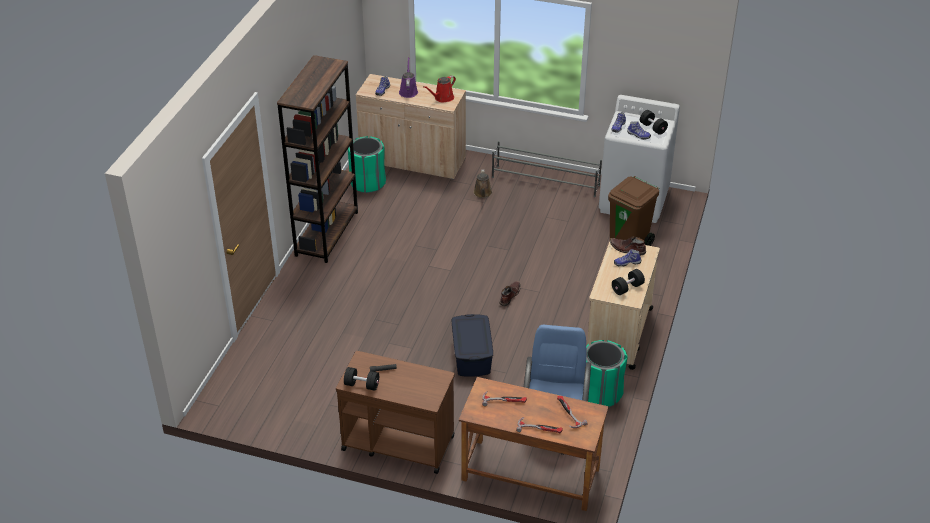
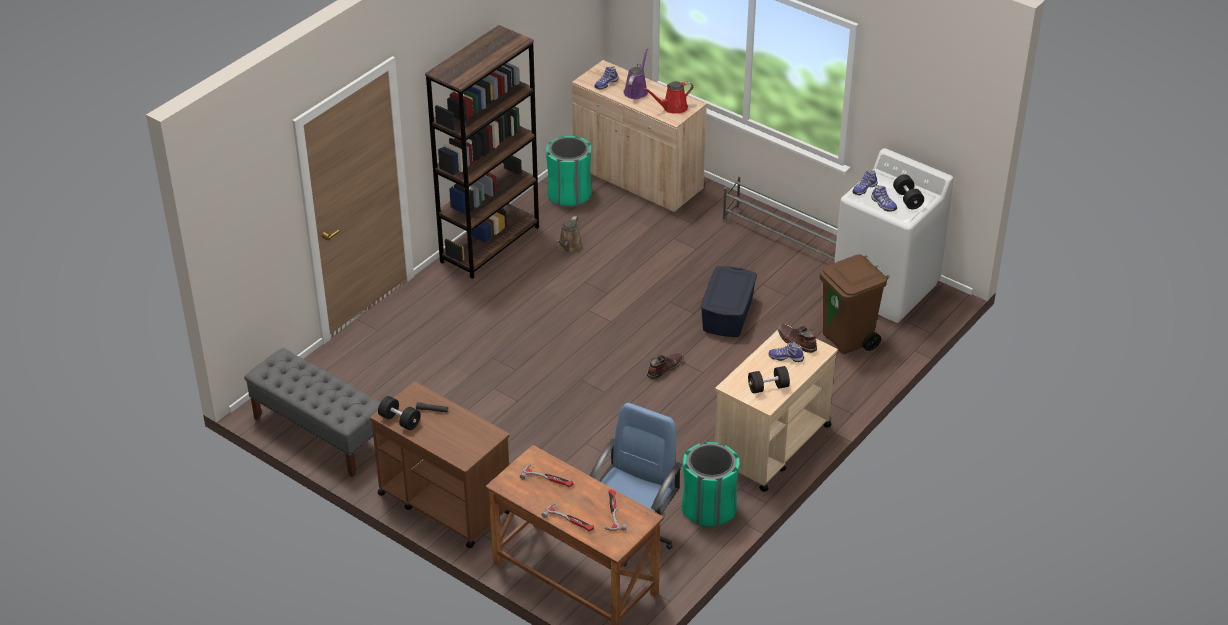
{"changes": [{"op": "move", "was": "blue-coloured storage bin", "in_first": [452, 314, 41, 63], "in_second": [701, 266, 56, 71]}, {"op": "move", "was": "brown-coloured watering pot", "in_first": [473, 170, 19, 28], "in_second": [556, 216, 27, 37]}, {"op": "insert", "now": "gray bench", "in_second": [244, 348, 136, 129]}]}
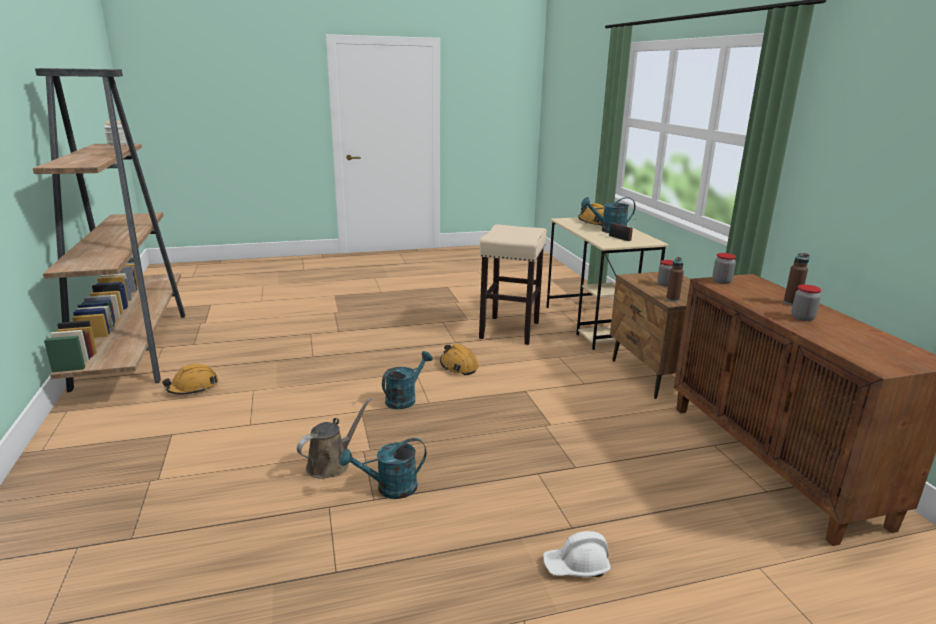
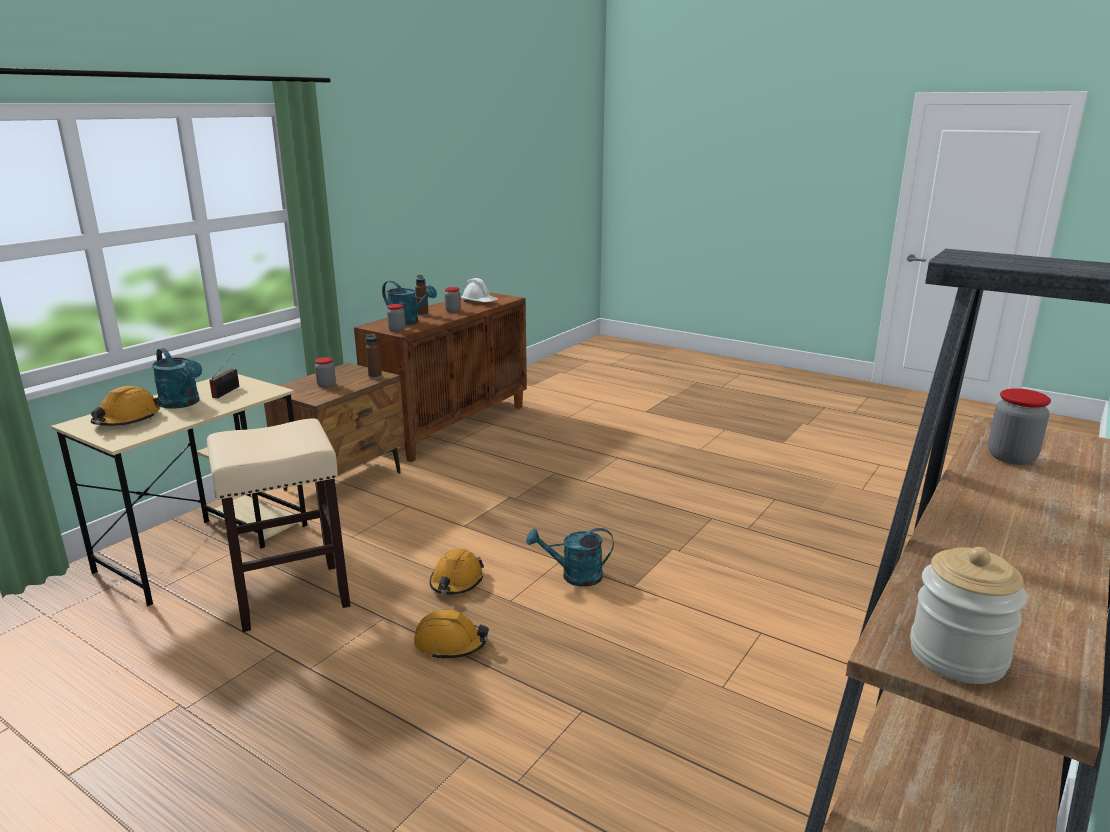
{"changes": [{"op": "move", "was": "orangey work helmet", "in_first": [162, 364, 56, 31], "in_second": [414, 610, 75, 50]}, {"op": "delete", "was": "brown-coloured watering pot", "in_first": [297, 398, 75, 81]}, {"op": "move", "was": "blue-green watering pot", "in_first": [339, 438, 87, 61], "in_second": [382, 281, 55, 44]}, {"op": "move", "was": "whitish work helmet", "in_first": [543, 531, 68, 46], "in_second": [461, 278, 37, 24]}, {"op": "insert", "now": "jar", "in_second": [988, 388, 63, 77]}]}
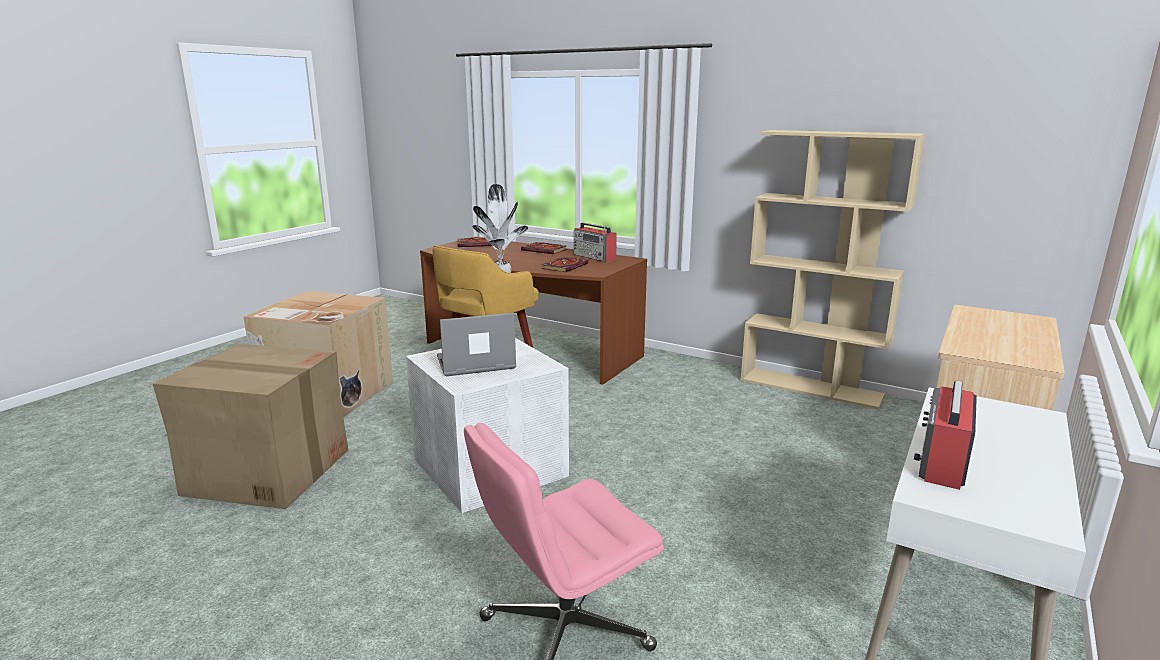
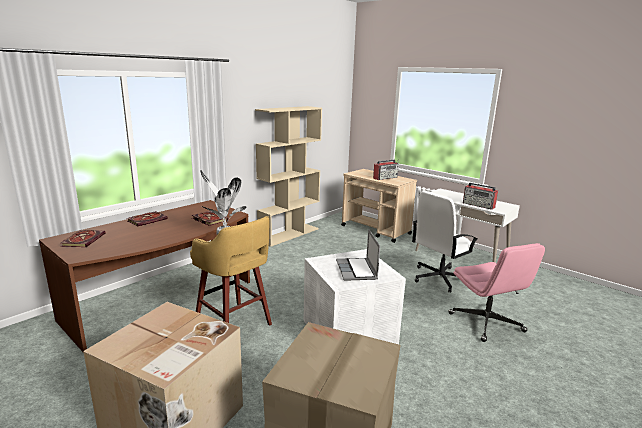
{"changes": [{"op": "move", "was": "radio", "in_first": [574, 223, 43, 39], "in_second": [373, 159, 26, 21]}, {"op": "insert", "now": "whitish computer chair", "in_second": [412, 191, 66, 102]}]}
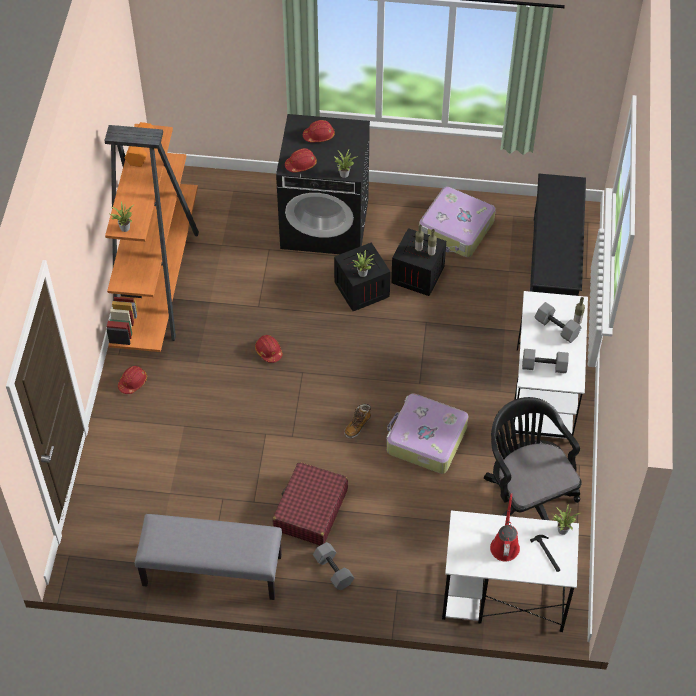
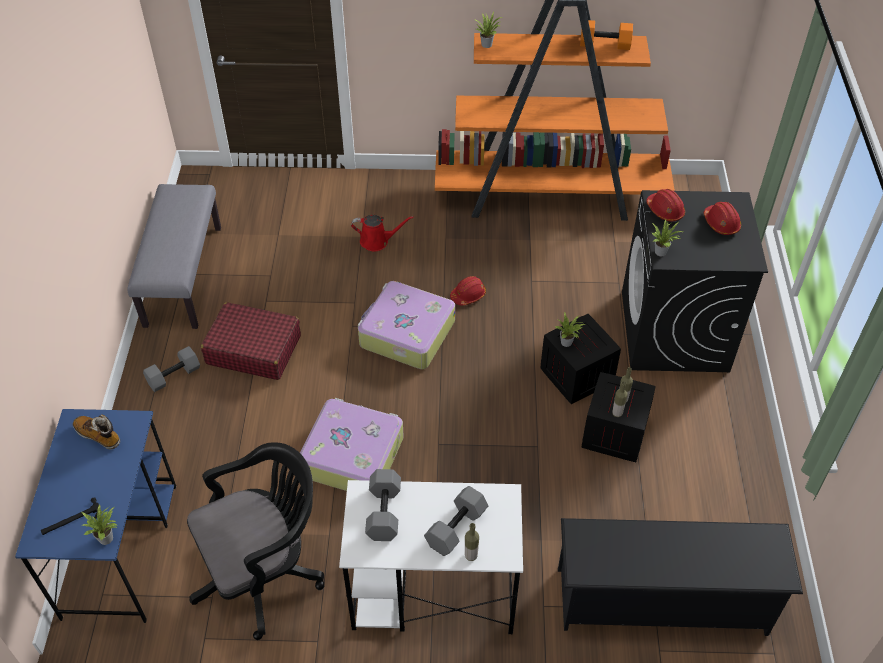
{"changes": [{"op": "delete", "was": "red-coloured work helmet", "in_first": [118, 366, 29, 28]}, {"op": "move", "was": "high-top boot", "in_first": [344, 404, 27, 34], "in_second": [73, 415, 47, 34]}, {"op": "move", "was": "piece of luggage", "in_first": [419, 187, 77, 70], "in_second": [358, 281, 97, 88]}, {"op": "recolor", "was": "whitish desk table", "now": "blue-coloured desk table", "in_first": [442, 510, 137, 122], "in_second": [15, 409, 161, 214]}, {"op": "move", "was": "red-coloured watering pot", "in_first": [490, 493, 30, 69], "in_second": [351, 215, 63, 36]}]}
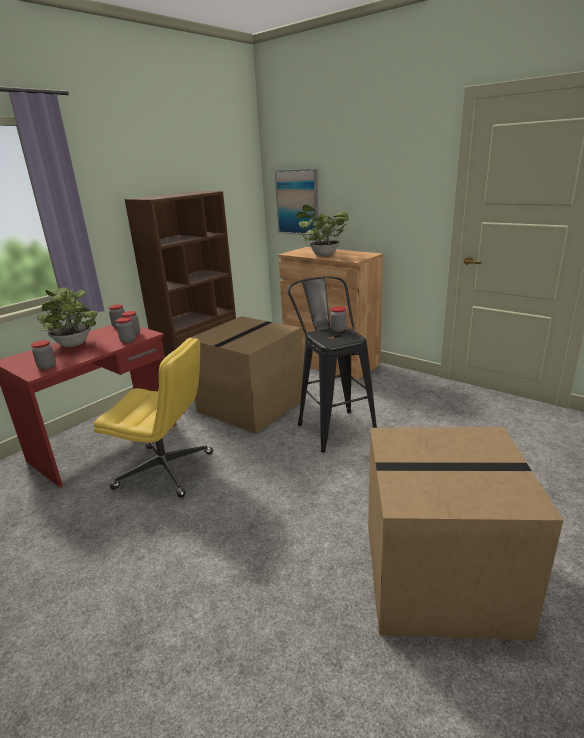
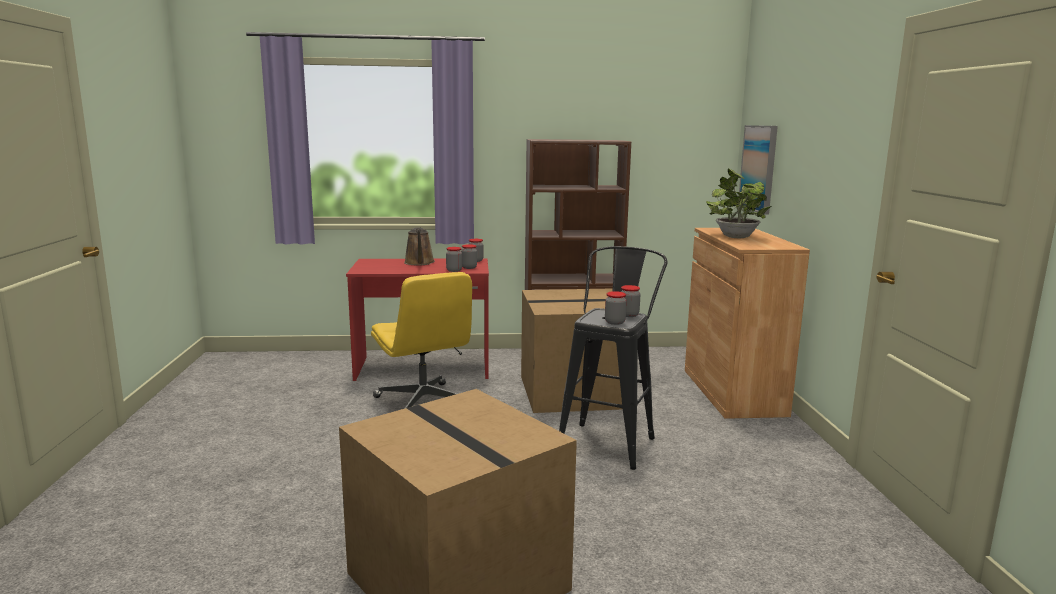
{"changes": [{"op": "move", "was": "jar", "in_first": [31, 340, 25, 30], "in_second": [605, 291, 22, 34]}, {"op": "replace", "was": "plant in a pot", "now": "brown-coloured watering pot", "in_first": [37, 288, 61, 59], "in_second": [404, 228, 31, 37]}]}
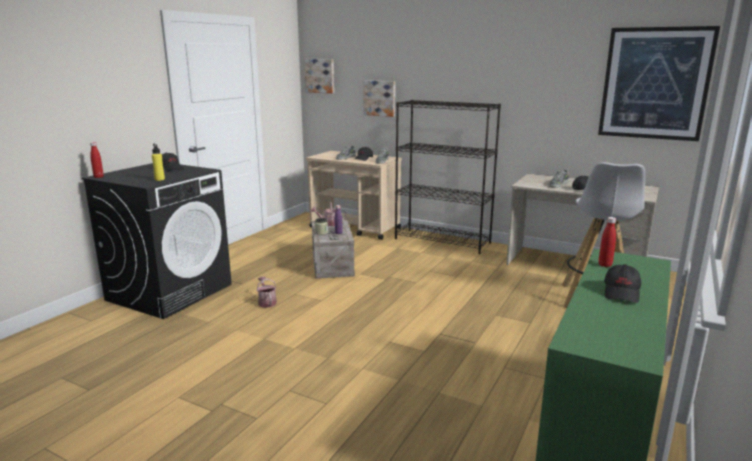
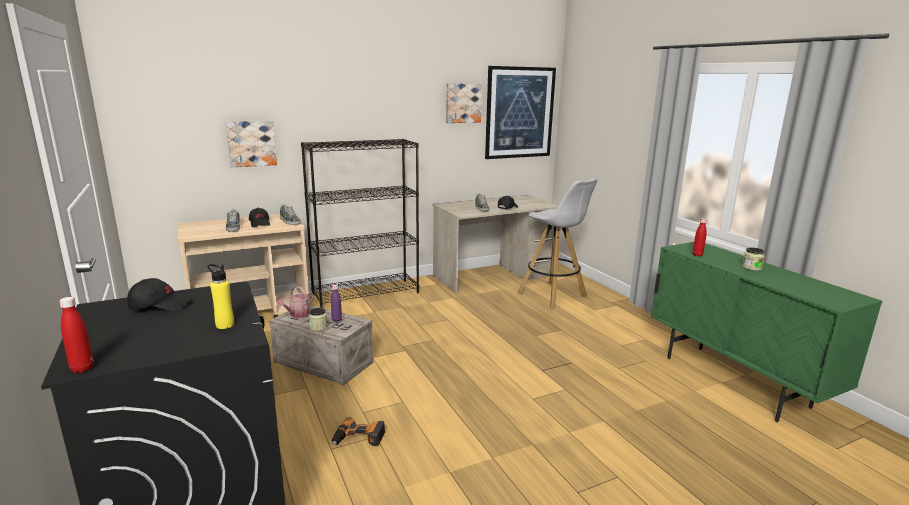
{"changes": [{"op": "replace", "was": "watering pot", "now": "electric drill", "in_first": [257, 277, 20, 31], "in_second": [332, 417, 53, 29]}, {"op": "move", "was": "picture", "in_first": [304, 59, 30, 34], "in_second": [446, 83, 36, 40]}, {"op": "replace", "was": "black-coloured peaked cap", "now": "jar", "in_first": [604, 264, 37, 39], "in_second": [742, 247, 23, 24]}]}
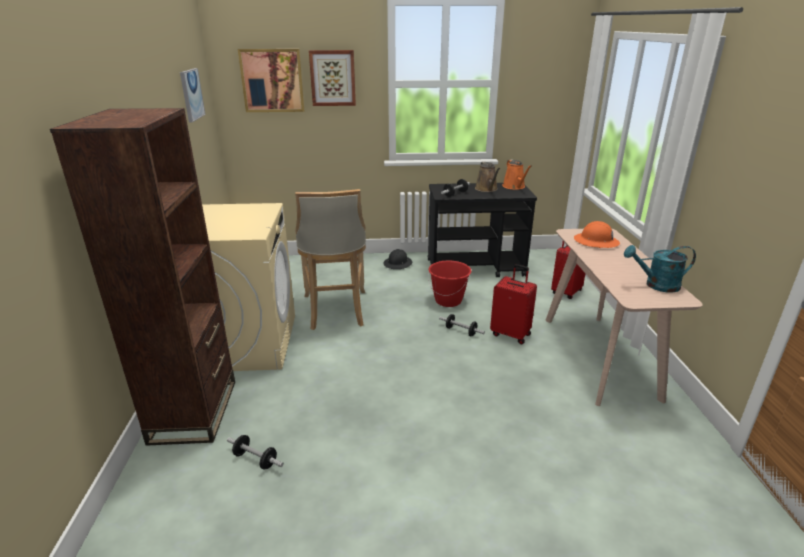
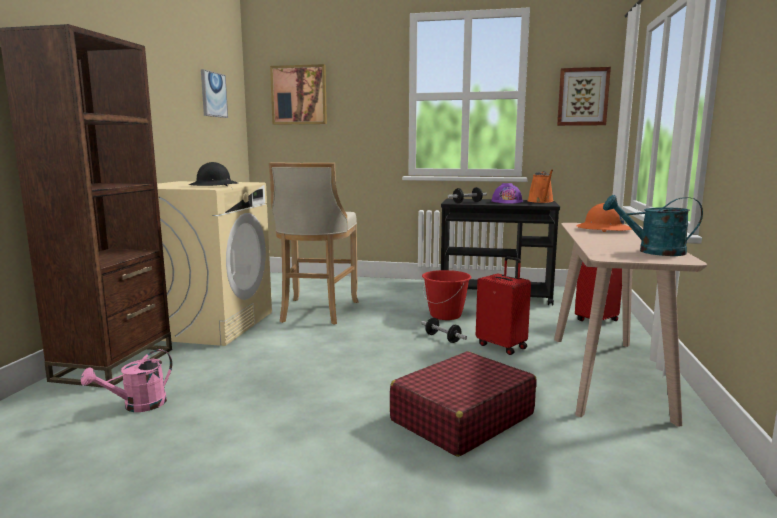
{"changes": [{"op": "replace", "was": "hand weight", "now": "pinkish watering pot", "in_first": [227, 435, 57, 34], "in_second": [81, 349, 91, 63]}, {"op": "move", "was": "picture", "in_first": [309, 50, 47, 56], "in_second": [557, 67, 54, 59]}, {"op": "move", "was": "black-coloured work helmet", "in_first": [383, 249, 29, 20], "in_second": [189, 162, 49, 24]}, {"op": "replace", "was": "brown-coloured watering pot", "now": "purplish work helmet", "in_first": [475, 162, 25, 30], "in_second": [491, 183, 32, 21]}, {"op": "insert", "now": "red-coloured piece of luggage", "in_second": [390, 351, 147, 106]}]}
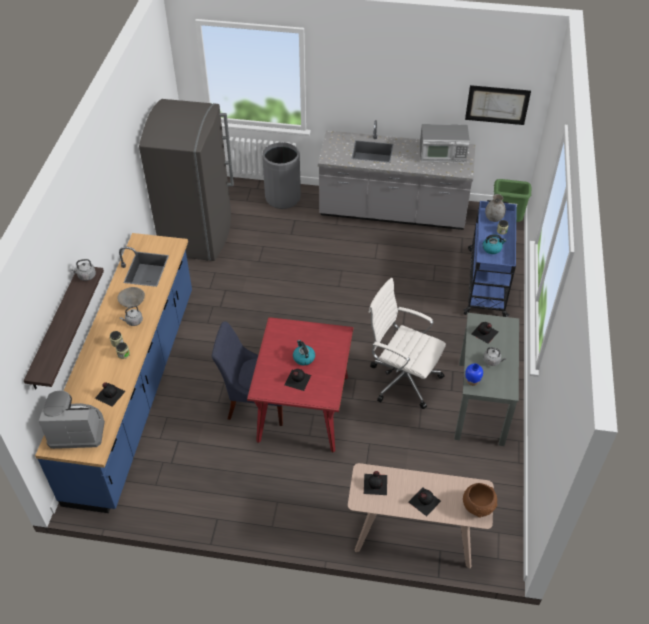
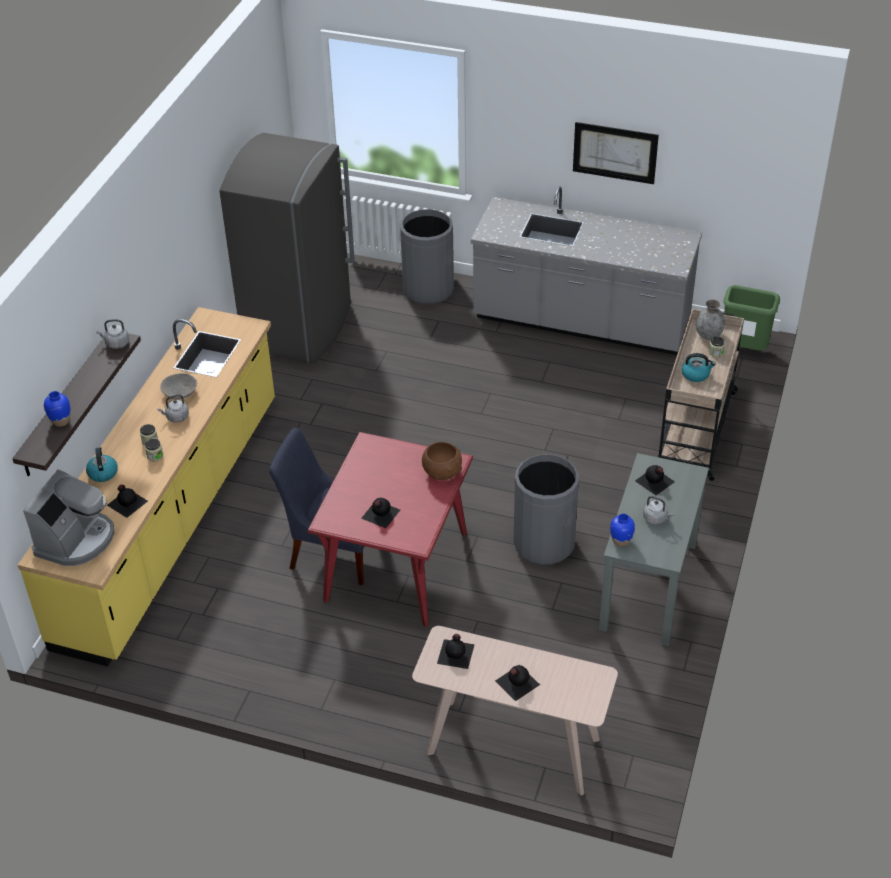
{"changes": [{"op": "recolor", "was": "blue-coloured kitchen base unit", "now": "yellowish kitchen base unit", "in_first": [35, 233, 157, 280], "in_second": [18, 307, 257, 360]}, {"op": "rotate", "was": "coffee brewer", "in_first": [39, 390, 66, 59], "in_second": [23, 469, 91, 97], "clockwise": 105}, {"op": "move", "was": "water kettle", "in_first": [293, 340, 22, 25], "in_second": [86, 447, 32, 35]}, {"op": "replace", "was": "whitish computer chair", "now": "gray waste bin", "in_first": [368, 278, 78, 131], "in_second": [514, 454, 65, 111]}, {"op": "delete", "was": "kitchen microwave", "in_first": [420, 124, 50, 39]}, {"op": "recolor", "was": "blue-coloured wheeled cart", "now": "sand-coloured wheeled cart", "in_first": [463, 200, 54, 117], "in_second": [658, 309, 86, 172]}, {"op": "move", "was": "brown-coloured serving bowl", "in_first": [463, 483, 34, 35], "in_second": [422, 442, 40, 38]}, {"op": "move", "was": "picture", "in_first": [465, 85, 66, 40], "in_second": [573, 122, 86, 62]}, {"op": "insert", "now": "blue-coloured vase", "in_second": [44, 391, 27, 36]}]}
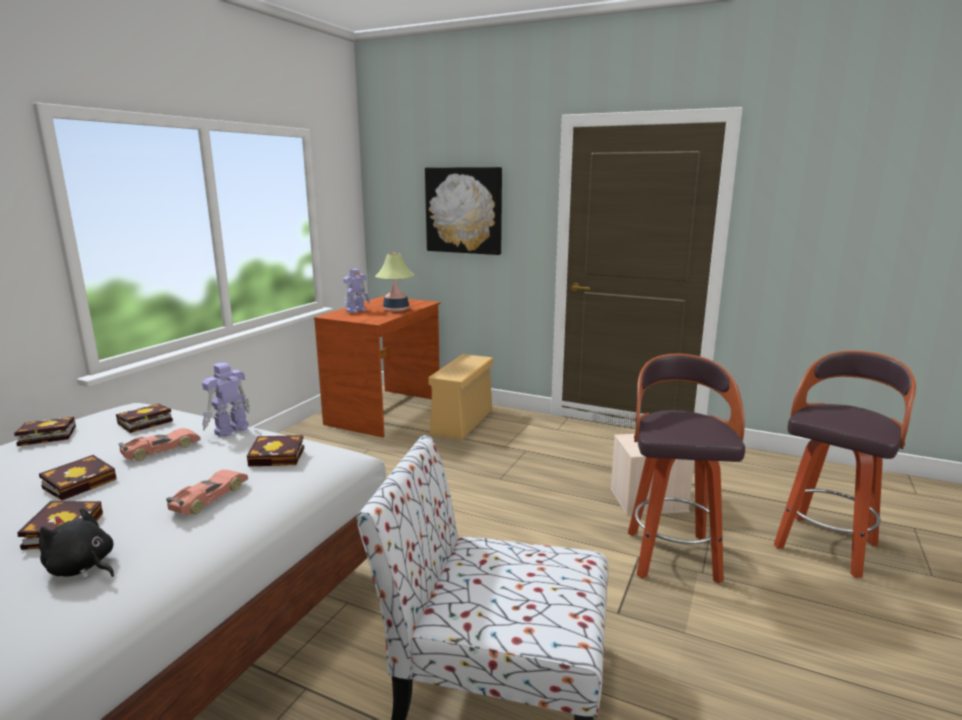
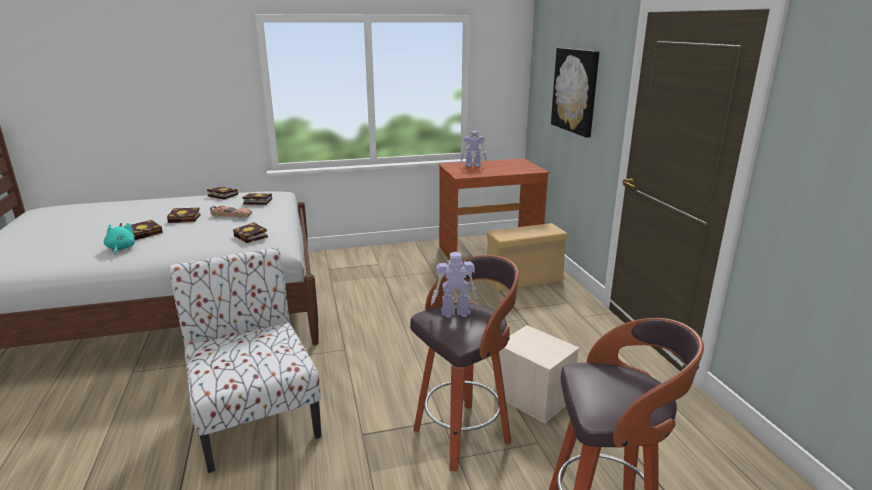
{"changes": [{"op": "recolor", "was": "black-coloured plush toy", "now": "blue-green plush toy", "in_first": [39, 508, 75, 71], "in_second": [104, 223, 31, 32]}, {"op": "delete", "was": "miniature car", "in_first": [166, 470, 82, 45]}, {"op": "move", "was": "toy robot", "in_first": [202, 363, 48, 74], "in_second": [431, 252, 47, 65]}, {"op": "delete", "was": "table lamp", "in_first": [375, 252, 39, 60]}]}
